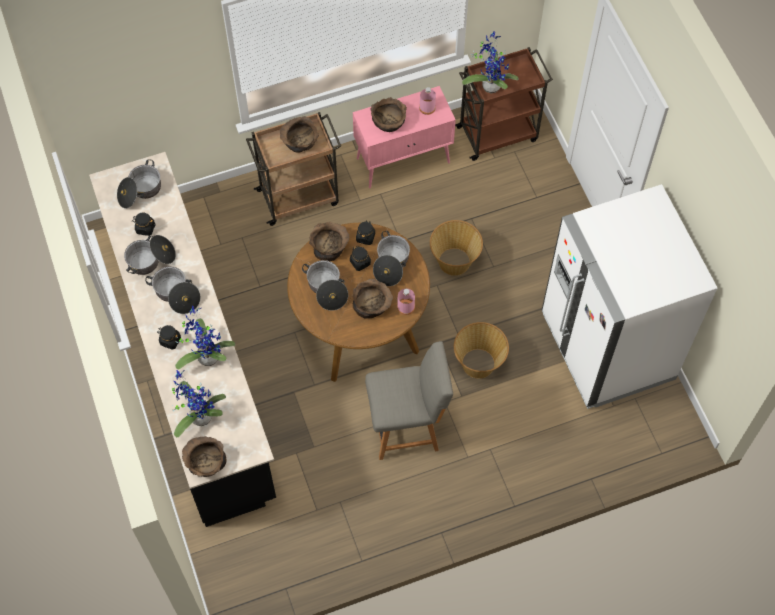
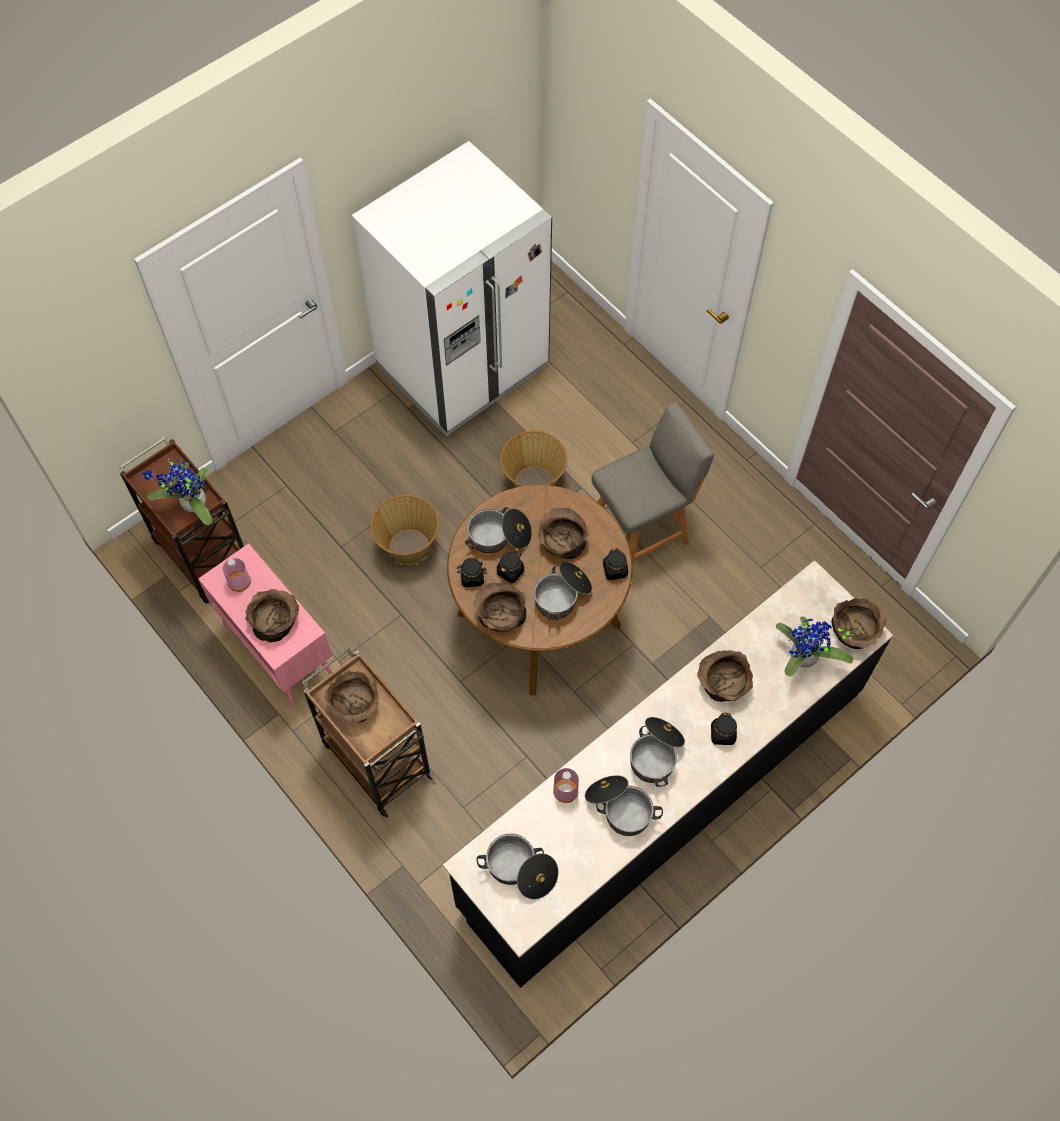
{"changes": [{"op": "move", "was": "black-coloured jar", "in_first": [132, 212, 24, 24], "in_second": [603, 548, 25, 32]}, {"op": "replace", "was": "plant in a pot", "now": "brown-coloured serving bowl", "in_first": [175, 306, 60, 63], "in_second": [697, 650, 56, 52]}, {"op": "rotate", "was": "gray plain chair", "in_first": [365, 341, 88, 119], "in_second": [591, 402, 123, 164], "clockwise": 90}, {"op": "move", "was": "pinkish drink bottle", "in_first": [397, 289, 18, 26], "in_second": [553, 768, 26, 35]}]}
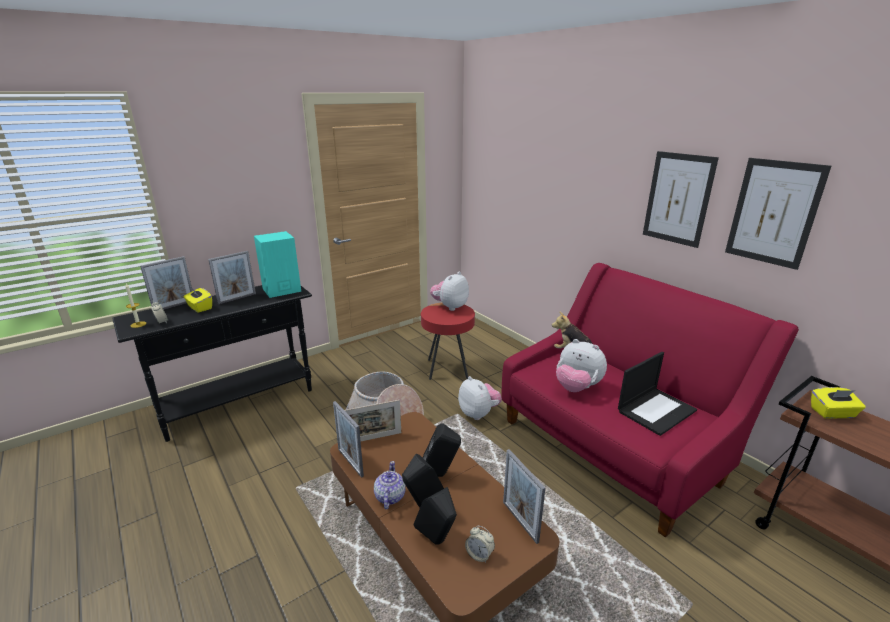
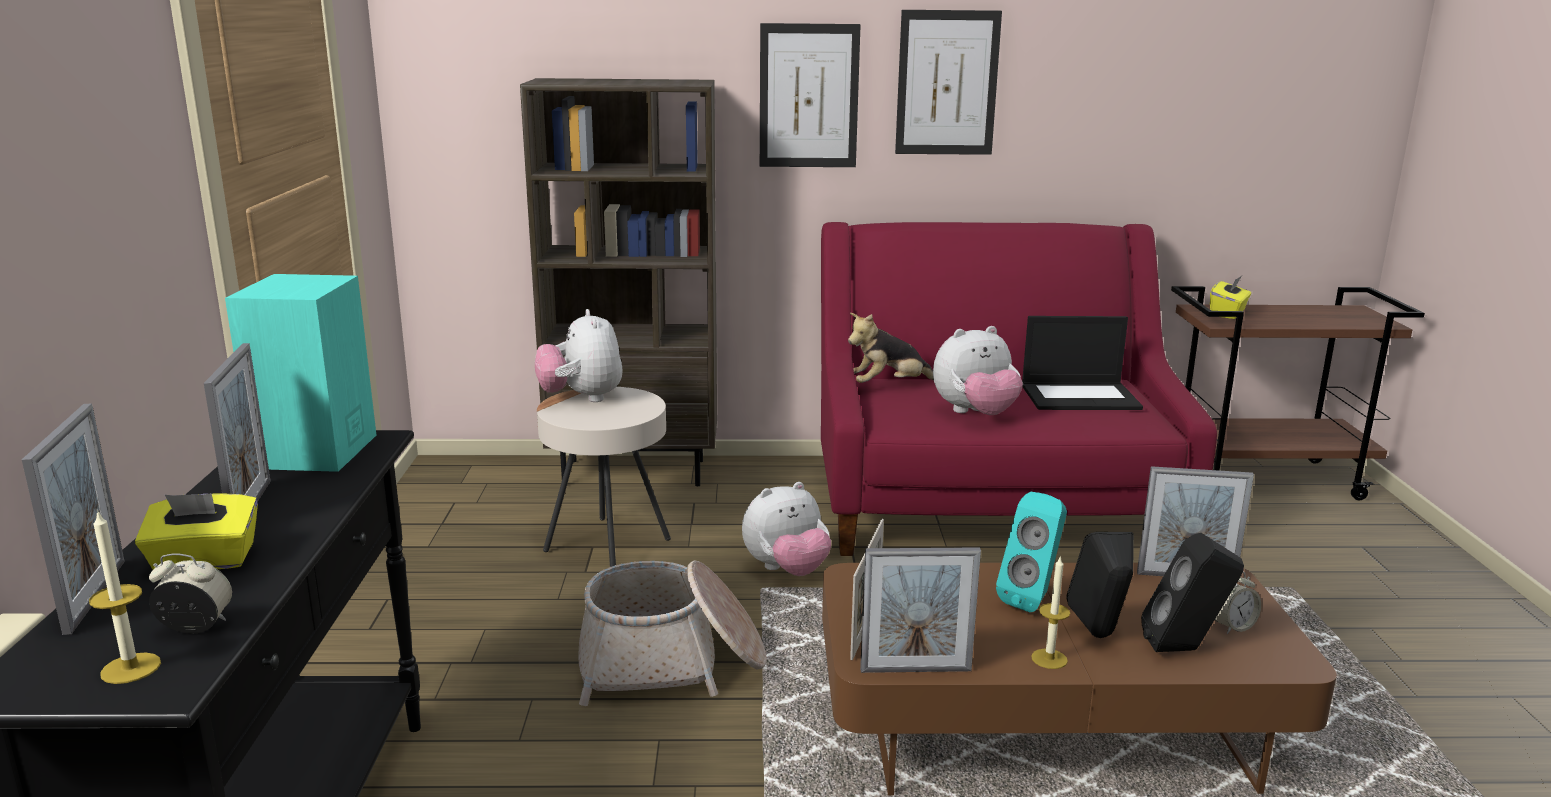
{"changes": [{"op": "replace", "was": "tea pot", "now": "wax candle", "in_first": [374, 461, 32, 48], "in_second": [1031, 555, 39, 114]}, {"op": "recolor", "was": "red-coloured end table", "now": "sand-coloured end table", "in_first": [421, 303, 54, 77], "in_second": [537, 387, 134, 180]}, {"op": "recolor", "was": "black-coloured audio speaker", "now": "blue-green audio speaker", "in_first": [423, 423, 38, 54], "in_second": [996, 491, 71, 121]}, {"op": "rotate", "was": "plush toy", "in_first": [458, 376, 44, 44], "in_second": [742, 482, 89, 94], "clockwise": 150}, {"op": "rotate", "was": "laptop", "in_first": [618, 352, 79, 84], "in_second": [1022, 316, 121, 94], "clockwise": 90}, {"op": "move", "was": "picture", "in_first": [725, 158, 106, 112], "in_second": [760, 23, 101, 144]}, {"op": "insert", "now": "brown-coloured shelving unit", "in_second": [520, 78, 197, 408]}]}
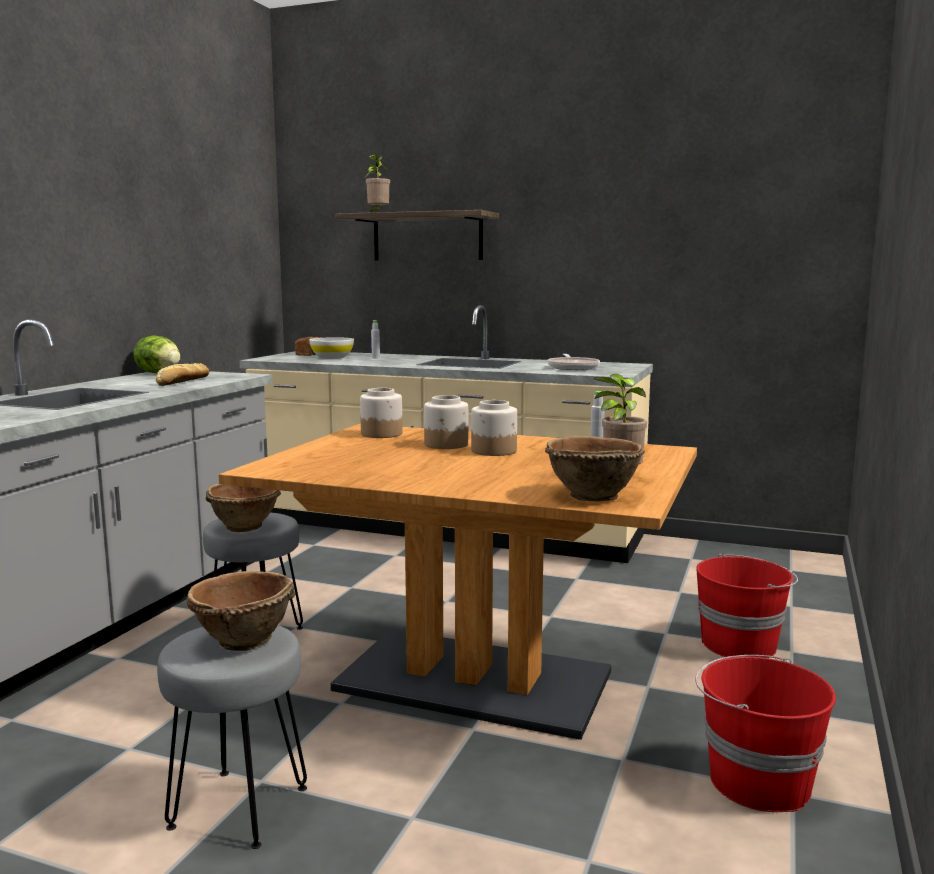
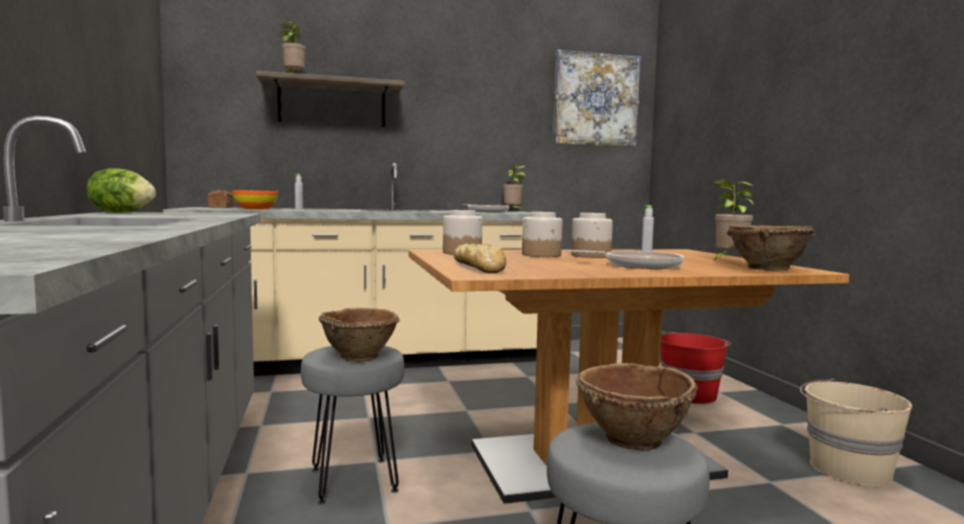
{"changes": [{"op": "move", "was": "baked bread", "in_first": [156, 363, 53, 23], "in_second": [454, 243, 52, 30]}, {"op": "recolor", "was": "whitish serving bowl", "now": "orangey serving bowl", "in_first": [309, 337, 45, 22], "in_second": [232, 190, 46, 19]}, {"op": "recolor", "was": "red-coloured water bucket", "now": "sand-coloured water bucket", "in_first": [695, 655, 141, 157], "in_second": [800, 379, 112, 107]}, {"op": "insert", "now": "plant in a pot", "in_second": [503, 165, 22, 46]}, {"op": "insert", "now": "picture", "in_second": [553, 50, 88, 97]}, {"op": "insert", "now": "skillet", "in_second": [566, 250, 118, 19]}]}
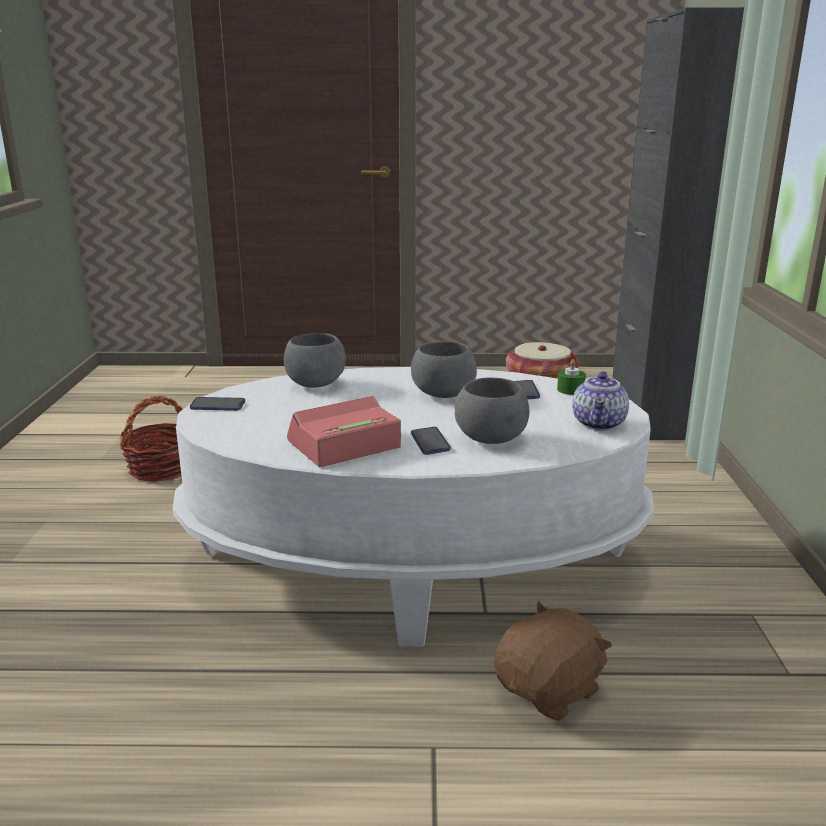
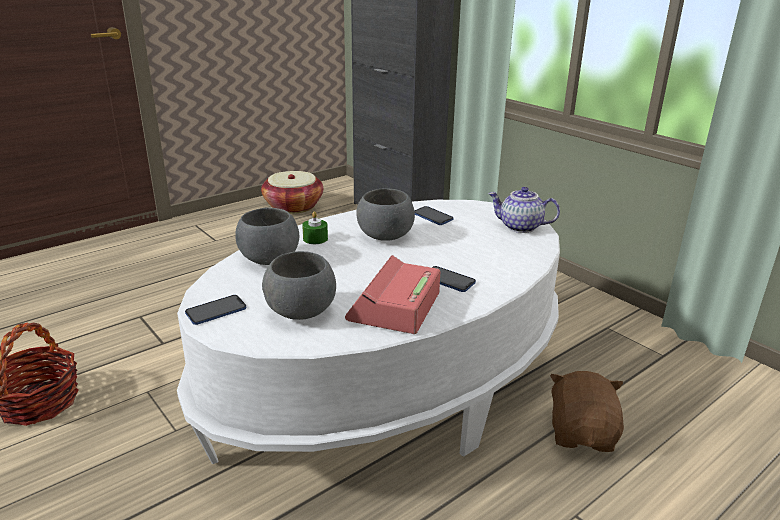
{"changes": [{"op": "move", "was": "gray serving bowl", "in_first": [455, 378, 74, 66], "in_second": [262, 251, 74, 69]}, {"op": "move", "was": "greenish wax candle", "in_first": [557, 359, 29, 36], "in_second": [302, 212, 26, 32]}, {"op": "rotate", "was": "tea pot", "in_first": [572, 371, 57, 60], "in_second": [488, 187, 72, 46], "clockwise": 135}]}
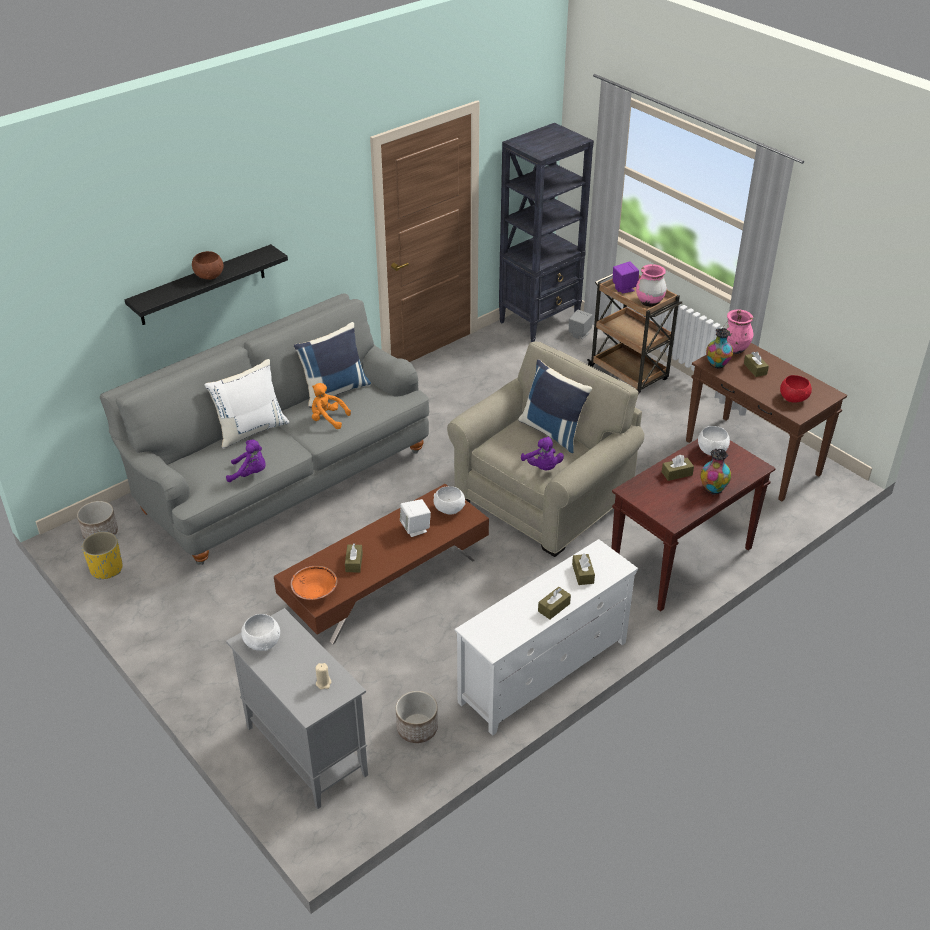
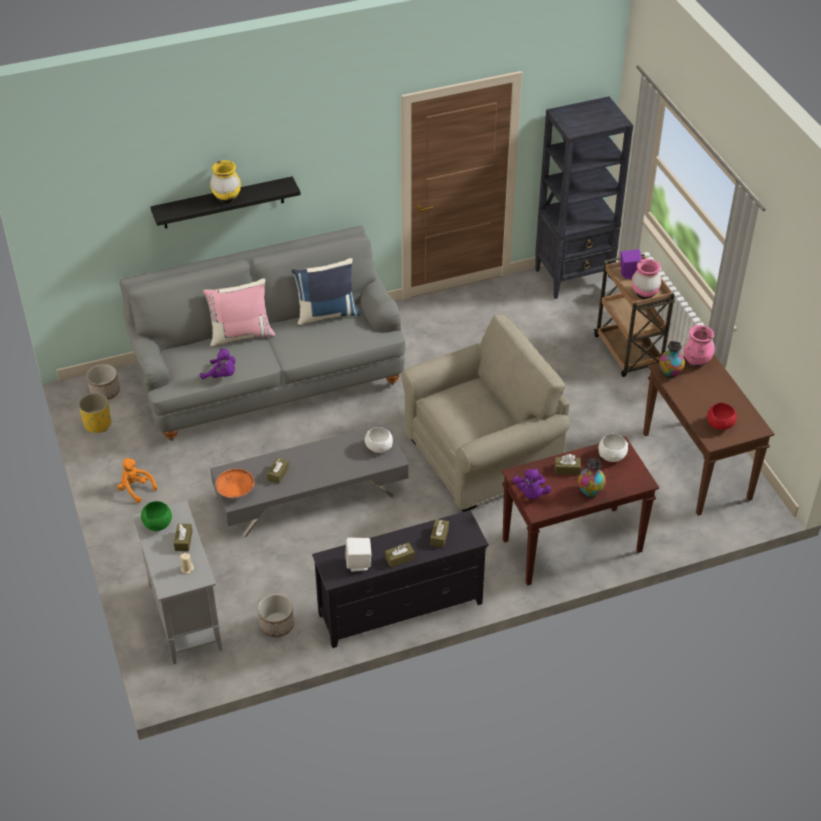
{"changes": [{"op": "replace", "was": "brown-coloured serving bowl", "now": "yellowish vase", "in_first": [192, 251, 32, 29], "in_second": [210, 160, 31, 43]}, {"op": "recolor", "was": "whitish pillow", "now": "pinkish pillow", "in_first": [205, 359, 84, 90], "in_second": [203, 278, 72, 69]}, {"op": "recolor", "was": "whitish serving bowl", "now": "greenish serving bowl", "in_first": [241, 614, 39, 37], "in_second": [141, 501, 31, 31]}, {"op": "recolor", "was": "brown-coloured coffee table", "now": "gray coffee table", "in_first": [274, 484, 215, 160], "in_second": [210, 423, 199, 114]}, {"op": "move", "was": "orangey plush toy", "in_first": [312, 383, 39, 46], "in_second": [117, 458, 40, 45]}, {"op": "move", "was": "whitish audio speaker", "in_first": [400, 499, 31, 38], "in_second": [345, 538, 26, 34]}, {"op": "recolor", "was": "whitish media console", "now": "black-coloured media console", "in_first": [455, 539, 183, 197], "in_second": [312, 510, 177, 138]}, {"op": "delete", "was": "blue-coloured pillow", "in_first": [518, 359, 74, 94]}, {"op": "move", "was": "purplish plush toy", "in_first": [521, 436, 43, 34], "in_second": [513, 468, 38, 31]}, {"op": "move", "was": "brown-coloured tissue box", "in_first": [744, 352, 25, 25], "in_second": [174, 524, 19, 27]}]}
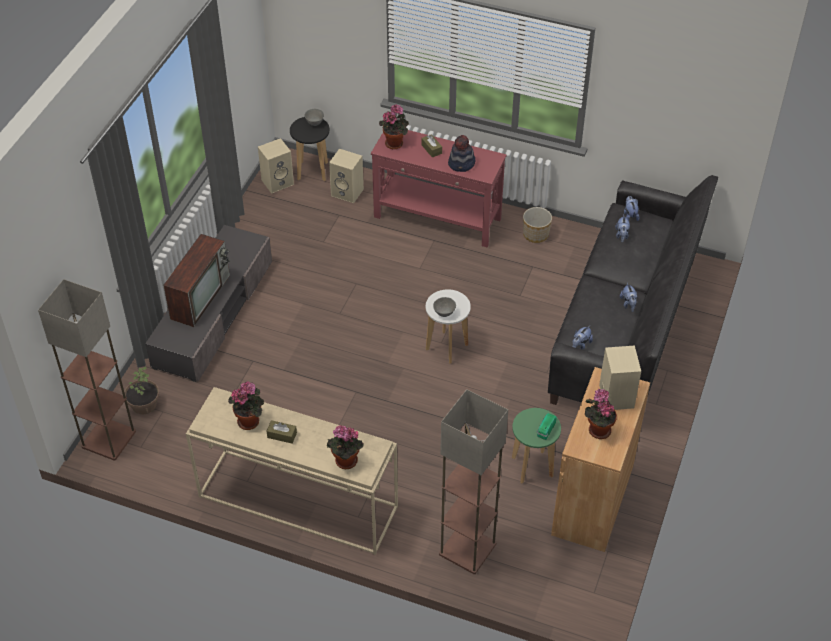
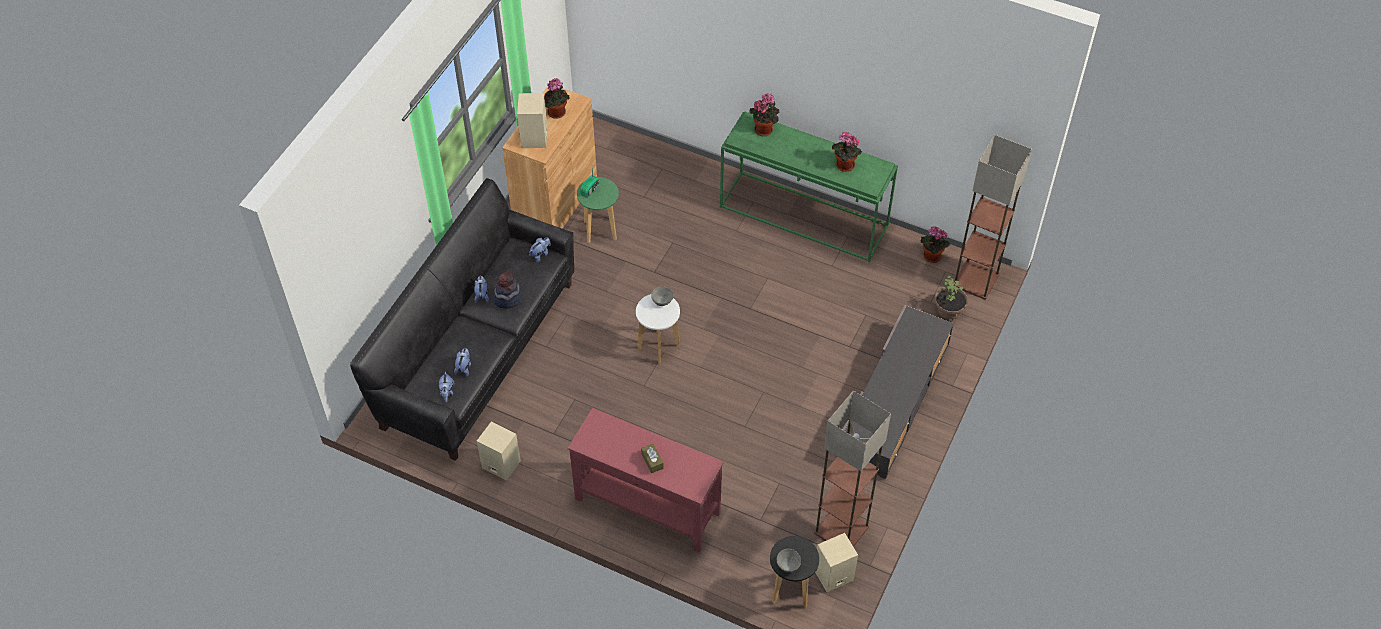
{"changes": [{"op": "delete", "was": "television", "in_first": [163, 234, 67, 93]}, {"op": "recolor", "was": "sand-coloured hall table", "now": "greenish hall table", "in_first": [186, 387, 212, 168], "in_second": [720, 112, 178, 150]}, {"op": "delete", "was": "brown-coloured tissue box", "in_first": [267, 420, 30, 23]}, {"op": "move", "was": "sand-coloured audio speaker", "in_first": [329, 149, 35, 54], "in_second": [477, 421, 44, 60]}, {"op": "move", "was": "plant in a pot", "in_first": [379, 104, 30, 45], "in_second": [921, 226, 29, 37]}, {"op": "move", "was": "floor lamp", "in_first": [439, 389, 69, 185], "in_second": [814, 390, 77, 157]}, {"op": "move", "was": "wearable hat", "in_first": [448, 135, 27, 37], "in_second": [493, 271, 30, 38]}, {"op": "delete", "was": "flower pot", "in_first": [523, 207, 29, 36]}]}
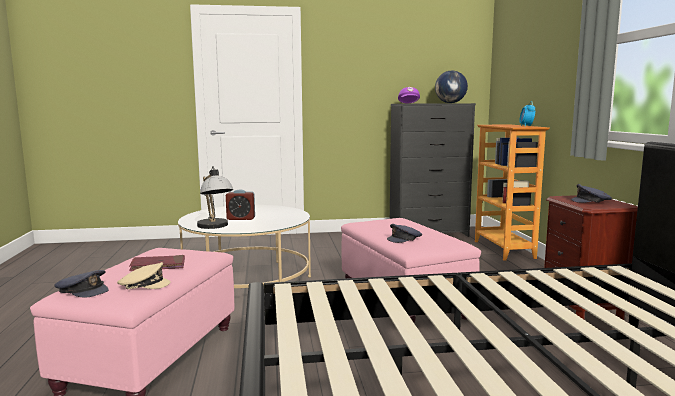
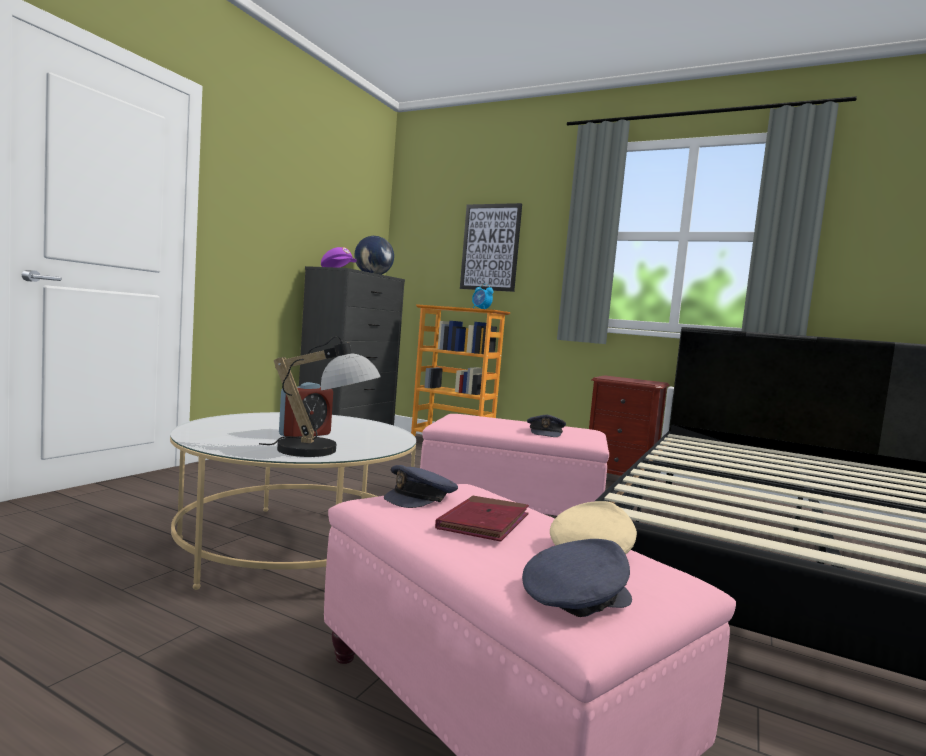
{"changes": [{"op": "move", "was": "gray peaked cap", "in_first": [571, 184, 41, 19], "in_second": [384, 465, 74, 43]}, {"op": "insert", "now": "picture", "in_second": [460, 203, 62, 89]}]}
